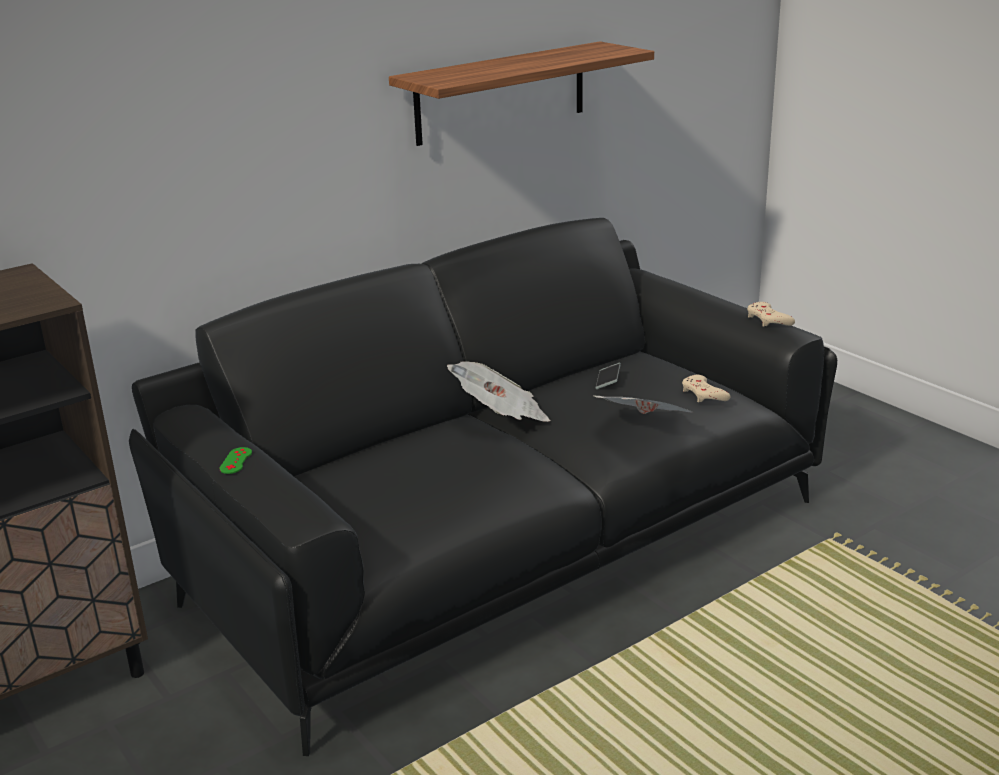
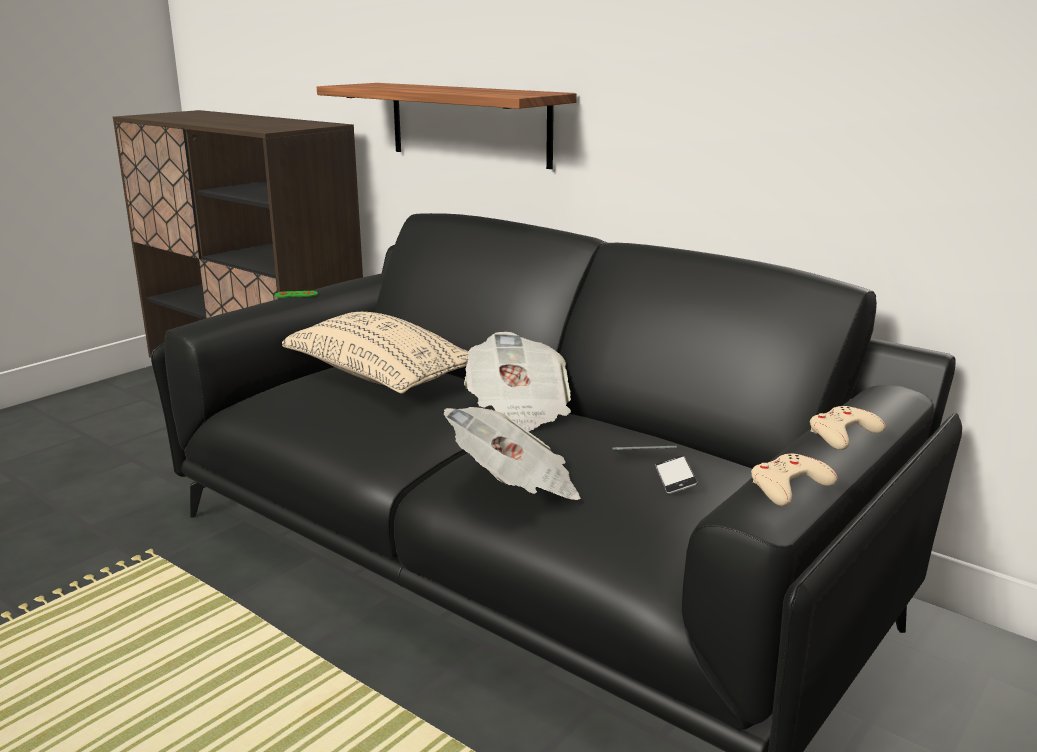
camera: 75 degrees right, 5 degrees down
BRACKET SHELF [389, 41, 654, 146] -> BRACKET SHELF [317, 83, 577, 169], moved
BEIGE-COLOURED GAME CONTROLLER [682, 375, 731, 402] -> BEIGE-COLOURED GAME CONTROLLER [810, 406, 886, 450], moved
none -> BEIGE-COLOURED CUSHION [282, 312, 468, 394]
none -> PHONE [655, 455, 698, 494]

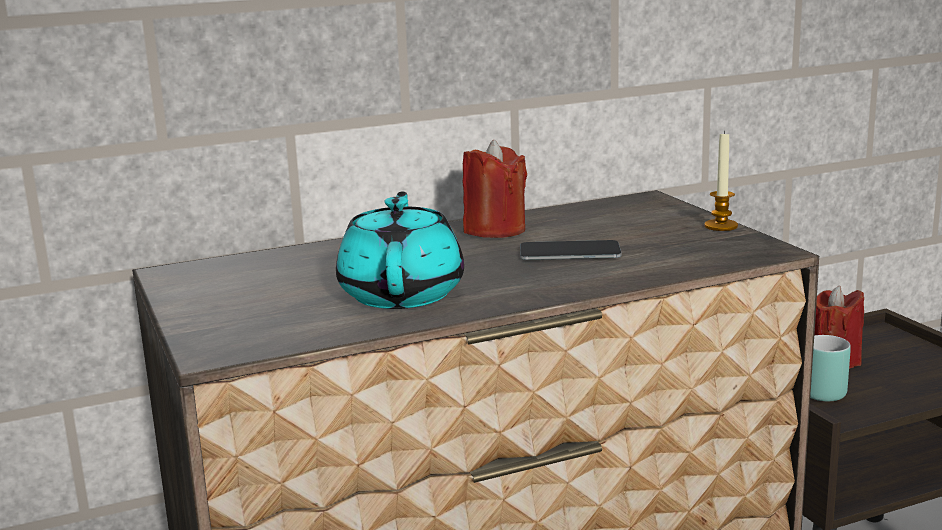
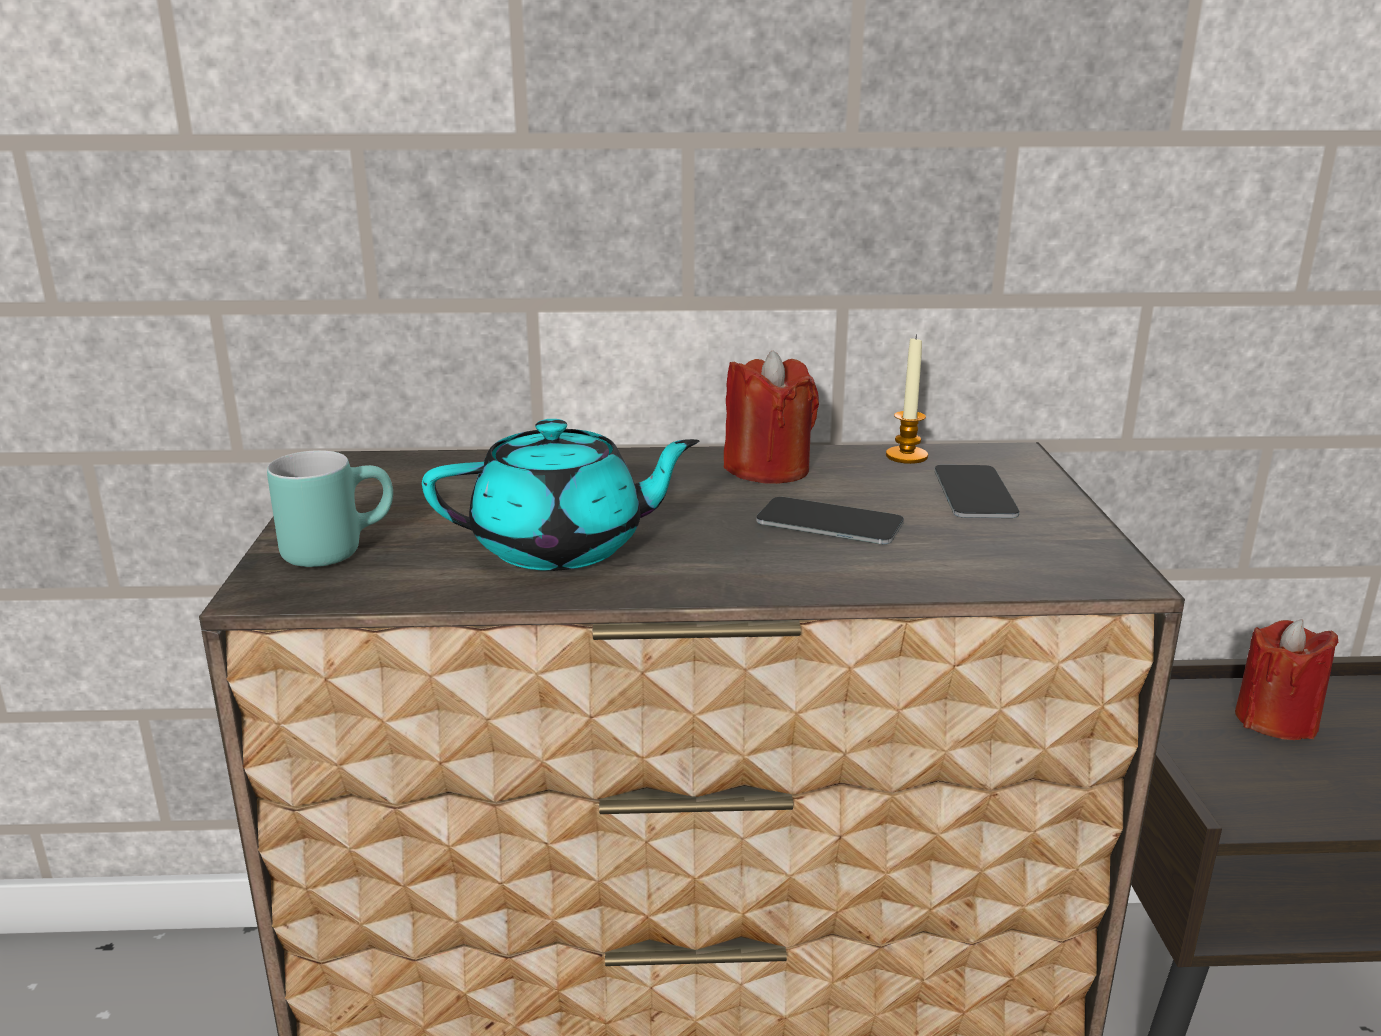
camera: 20 degrees right, 5 degrees up
TURQUOISE POT FOR TEA [336, 192, 464, 309] -> TURQUOISE POT FOR TEA [422, 419, 699, 571], 60 degrees clockwise
CANDLE [705, 130, 738, 231] -> CANDLE [886, 335, 928, 464], moved
TURQUOISE COFFEE MUG [810, 335, 851, 402] -> TURQUOISE COFFEE MUG [267, 450, 393, 567], moved
none -> PHONE [934, 465, 1020, 518]

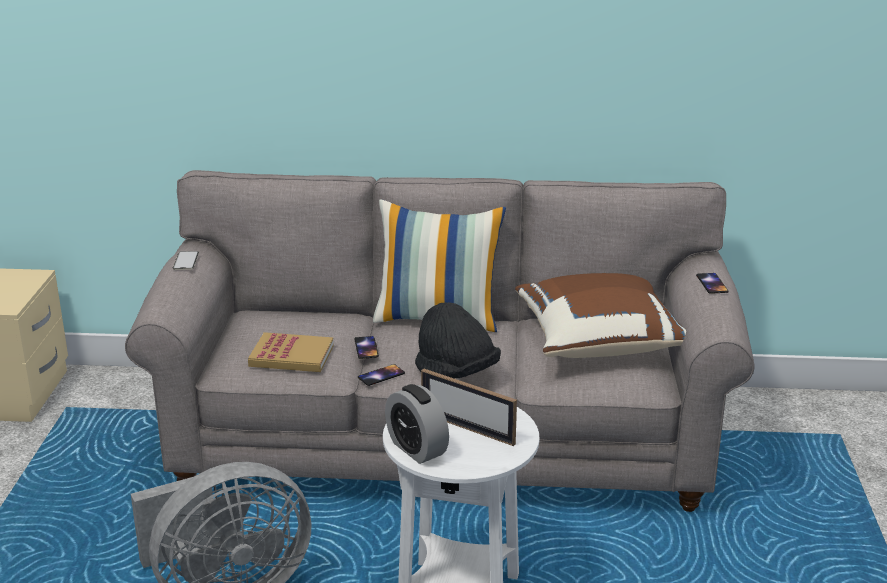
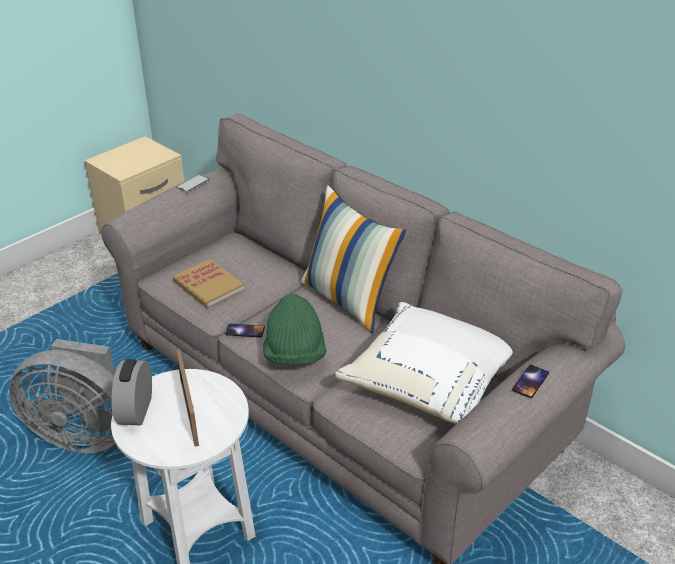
camera: 40 degrees right, 10 degrees up
PHONE [354, 336, 379, 359] -> none
BLACK HAT [415, 302, 501, 379] -> GREENISH HAT [263, 294, 327, 365]
BROWNISH CUSHION [515, 273, 686, 358] -> WHITISH CUSHION [335, 302, 513, 424]

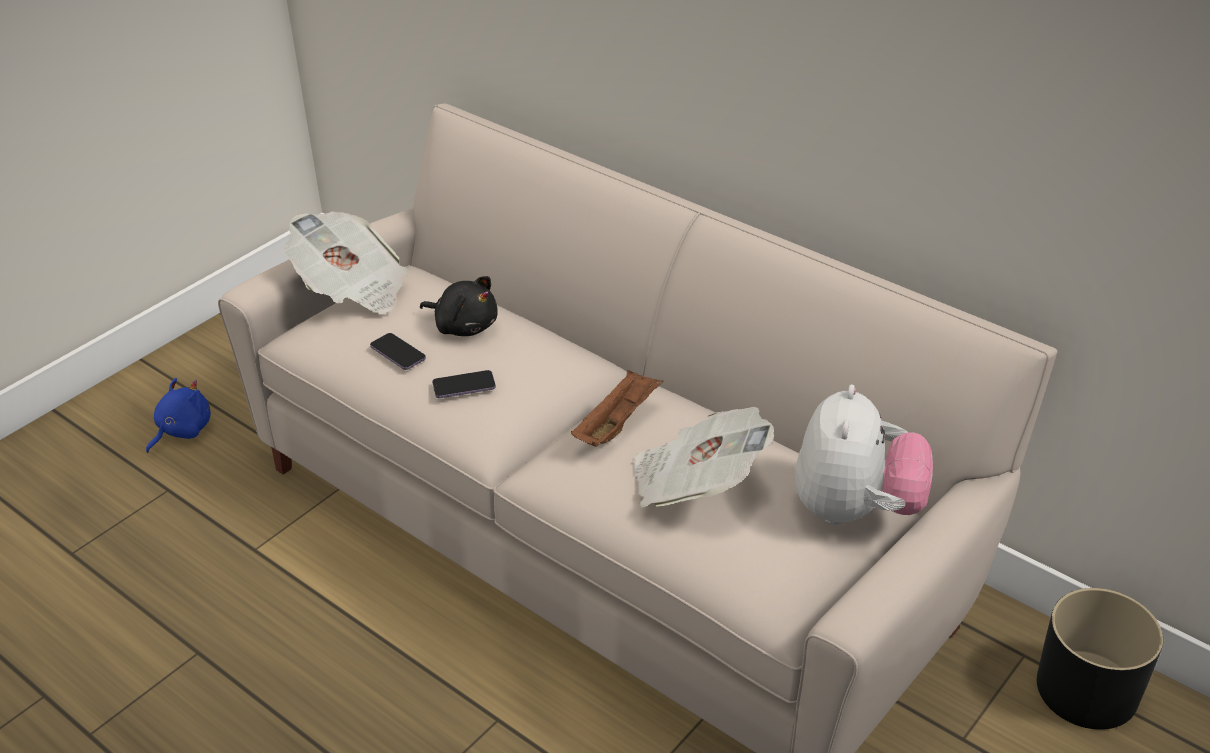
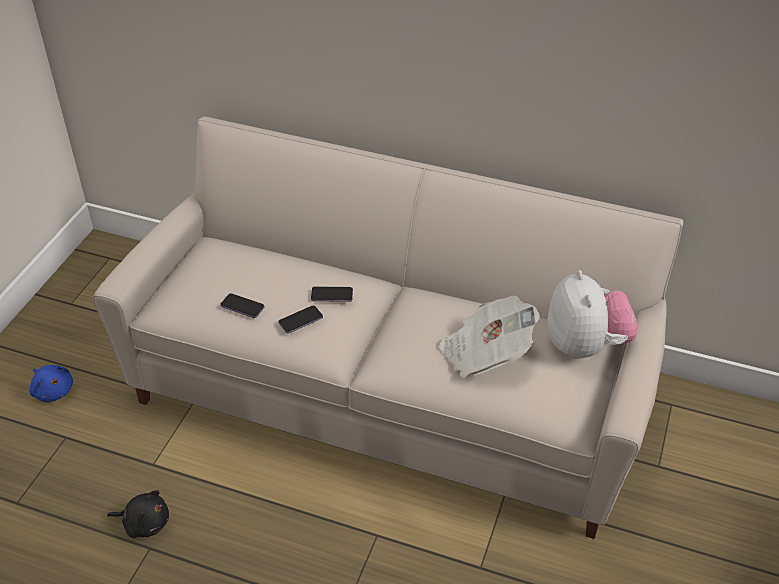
camera: 20 degrees left, 5 degrees up
BLUISH SOFT TOY [146, 378, 211, 453] -> BLUISH SOFT TOY [29, 365, 73, 402], 120 degrees clockwise
NEWSPAPER [284, 212, 408, 314] -> none
BLACK SOFT TOY [420, 276, 498, 336] -> BLACK SOFT TOY [107, 490, 169, 538], moved
BROWNISH SERVING TRAY [571, 370, 663, 447] -> none
BLACK PLANTER [1037, 588, 1163, 730] -> none
none -> PHONE [311, 286, 353, 302]

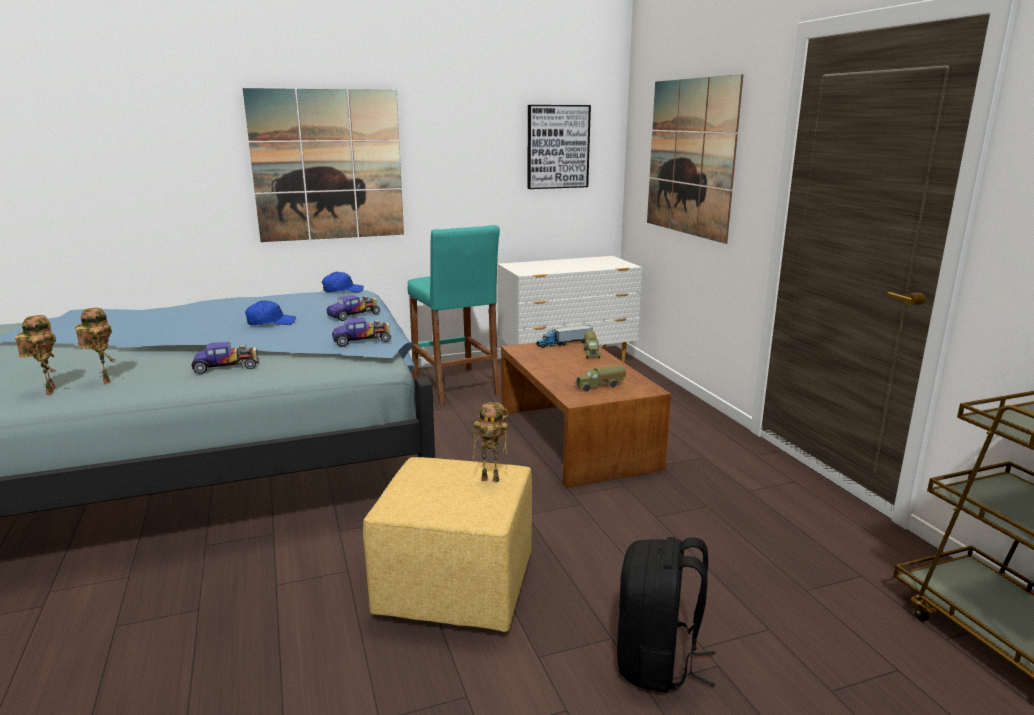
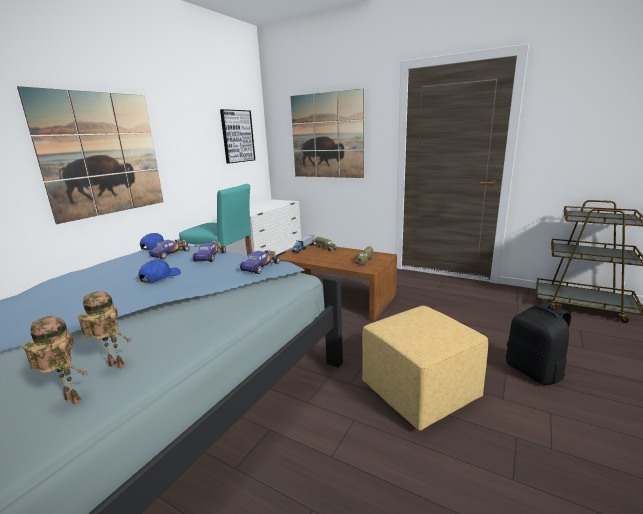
camera: 40 degrees left, 0 degrees up
MINIATURE CAR [191, 342, 259, 374] -> MINIATURE CAR [149, 239, 190, 259], moved
MODEL ROBOT [473, 402, 509, 482] -> none

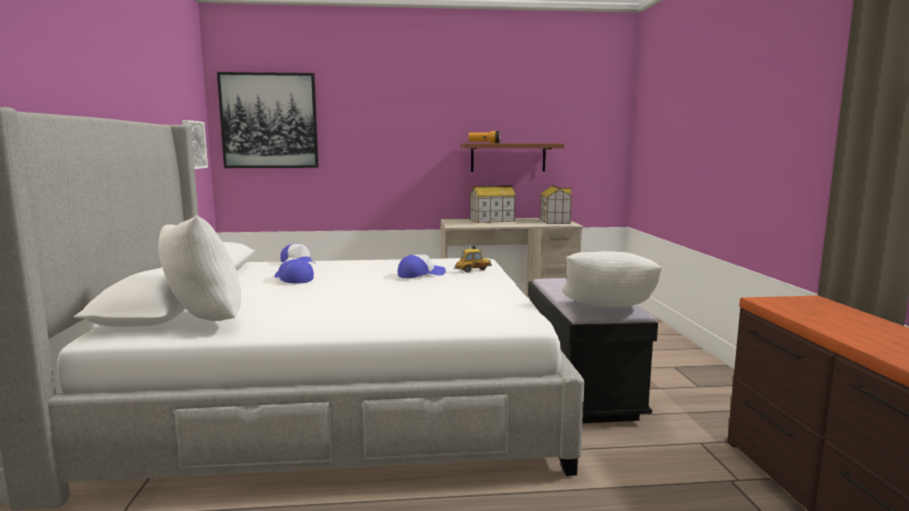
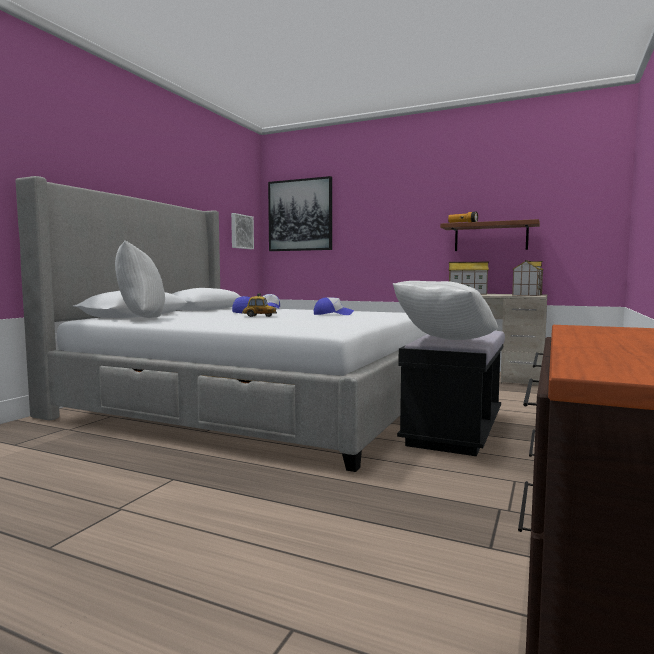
camera: 30 degrees right, 5 degrees down
MINIATURE CAR [454, 245, 492, 272] -> MINIATURE CAR [242, 293, 277, 317], moved

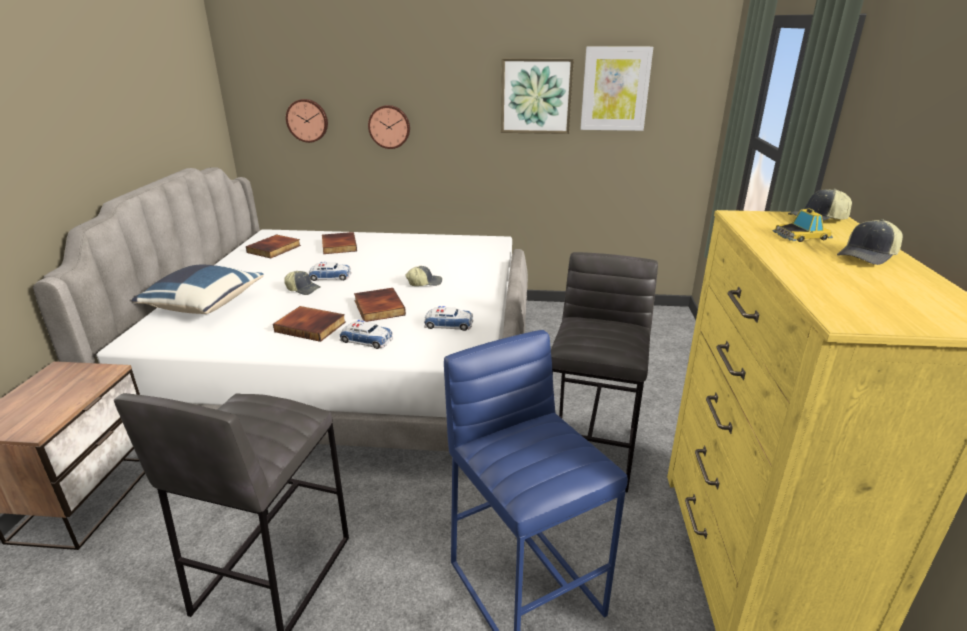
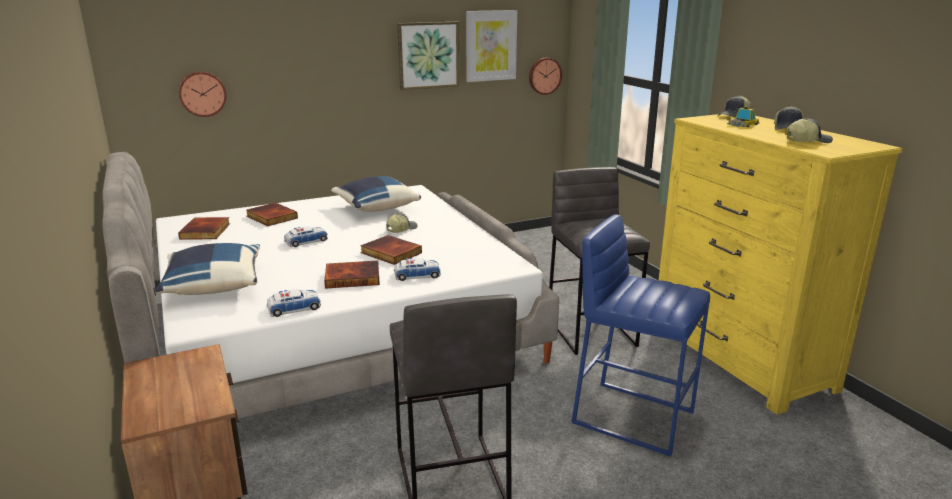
camera: 30 degrees left, 5 degrees down
CAP [284, 271, 321, 295] -> CAP [787, 118, 833, 143], moved
WALL CLOCK [368, 105, 410, 149] -> WALL CLOCK [529, 58, 562, 95], moved
MINIATURE CAR [424, 306, 473, 331] -> MINIATURE CAR [267, 289, 321, 317], moved
none -> BLUISH CUSHION [331, 176, 421, 212]

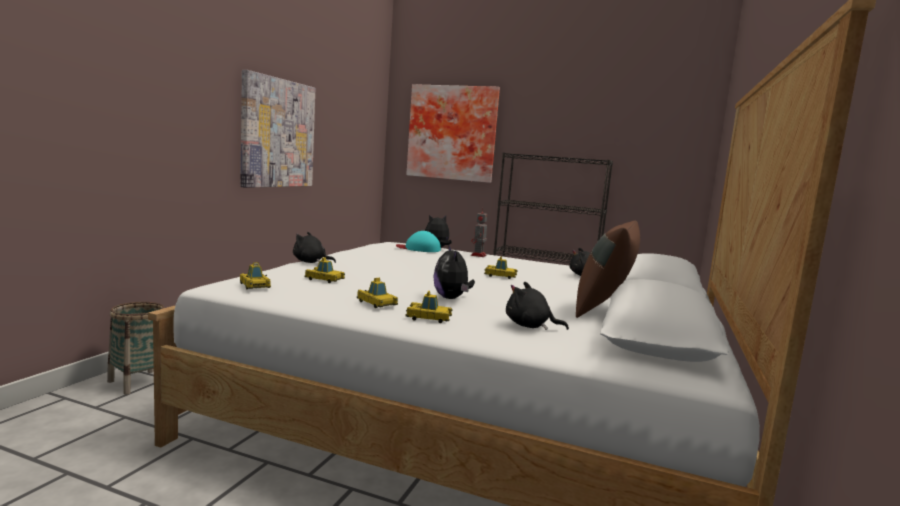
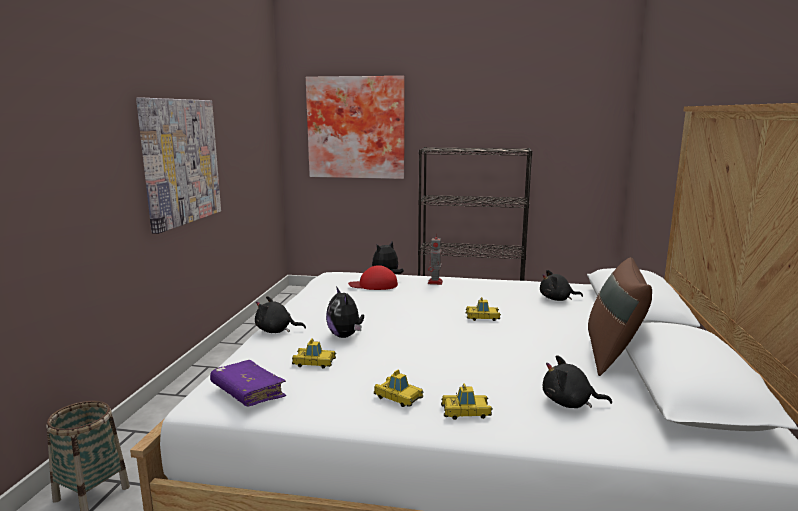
camera: 10 degrees left, 5 degrees up
MINIATURE CAR [240, 262, 271, 289] -> PURPLISH VOLUME [210, 360, 286, 406]
TURQUOISE CAP [396, 231, 441, 252] -> REDDISH CAP [348, 265, 398, 290]
SOFT TOY [433, 244, 475, 299] -> SOFT TOY [326, 286, 364, 338], moved

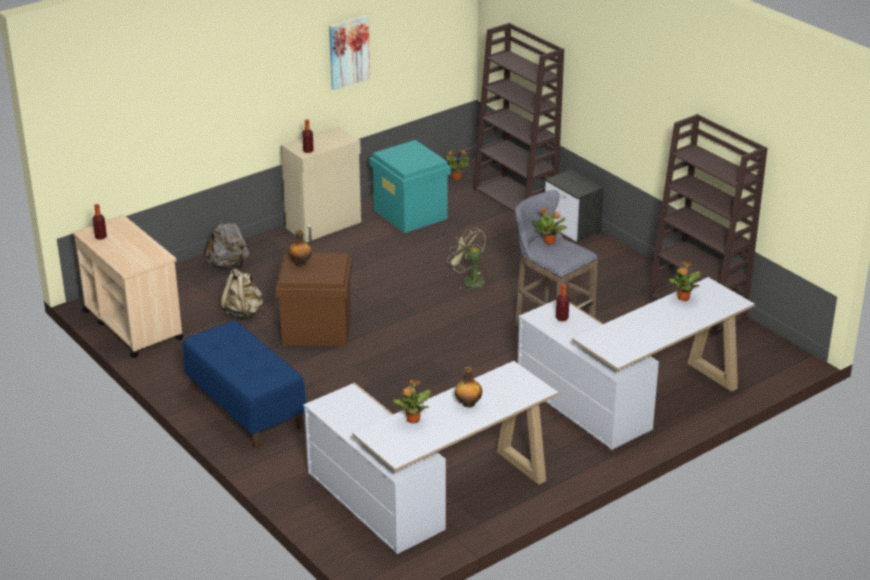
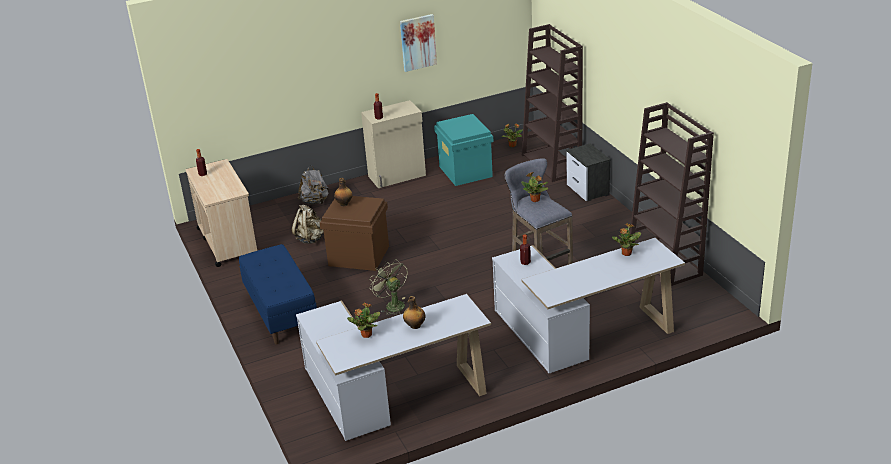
camera: 15 degrees right, 0 degrees up
GREENISH COOLING FAN [447, 227, 486, 291] -> GREENISH COOLING FAN [369, 259, 408, 315], moved

